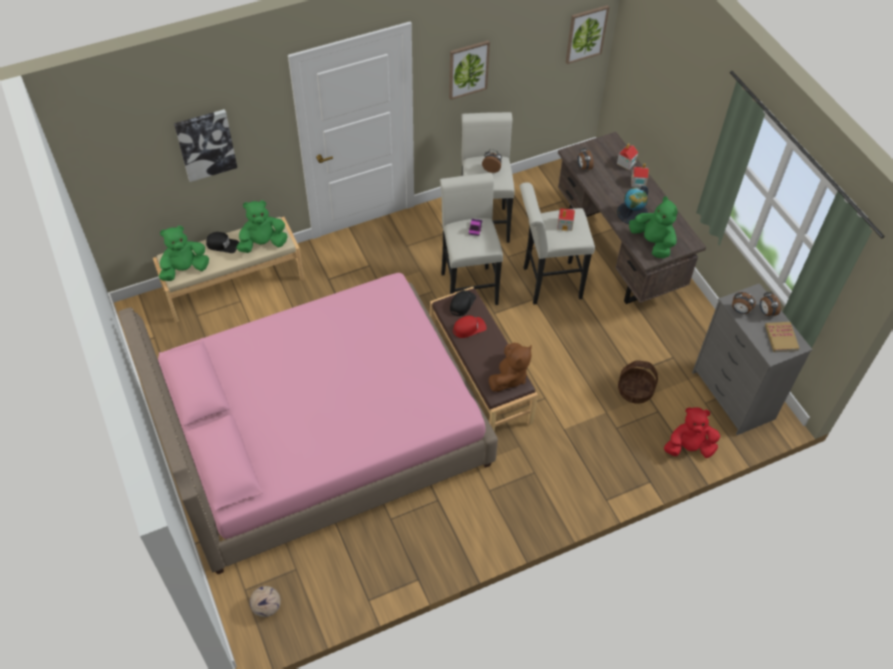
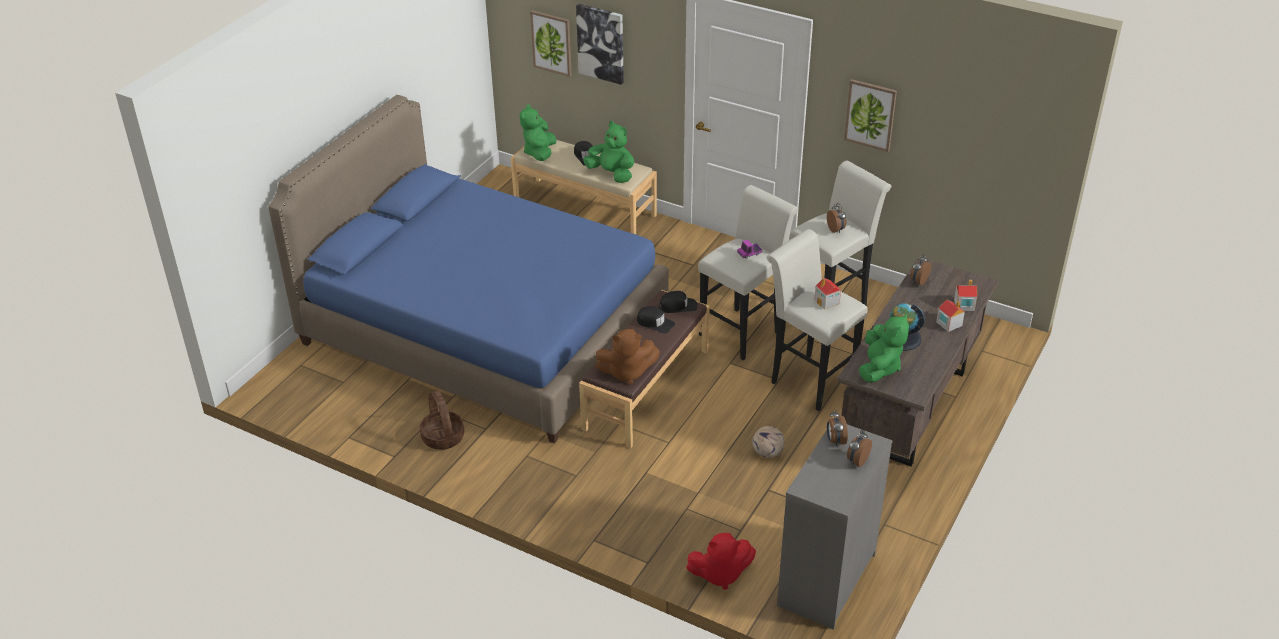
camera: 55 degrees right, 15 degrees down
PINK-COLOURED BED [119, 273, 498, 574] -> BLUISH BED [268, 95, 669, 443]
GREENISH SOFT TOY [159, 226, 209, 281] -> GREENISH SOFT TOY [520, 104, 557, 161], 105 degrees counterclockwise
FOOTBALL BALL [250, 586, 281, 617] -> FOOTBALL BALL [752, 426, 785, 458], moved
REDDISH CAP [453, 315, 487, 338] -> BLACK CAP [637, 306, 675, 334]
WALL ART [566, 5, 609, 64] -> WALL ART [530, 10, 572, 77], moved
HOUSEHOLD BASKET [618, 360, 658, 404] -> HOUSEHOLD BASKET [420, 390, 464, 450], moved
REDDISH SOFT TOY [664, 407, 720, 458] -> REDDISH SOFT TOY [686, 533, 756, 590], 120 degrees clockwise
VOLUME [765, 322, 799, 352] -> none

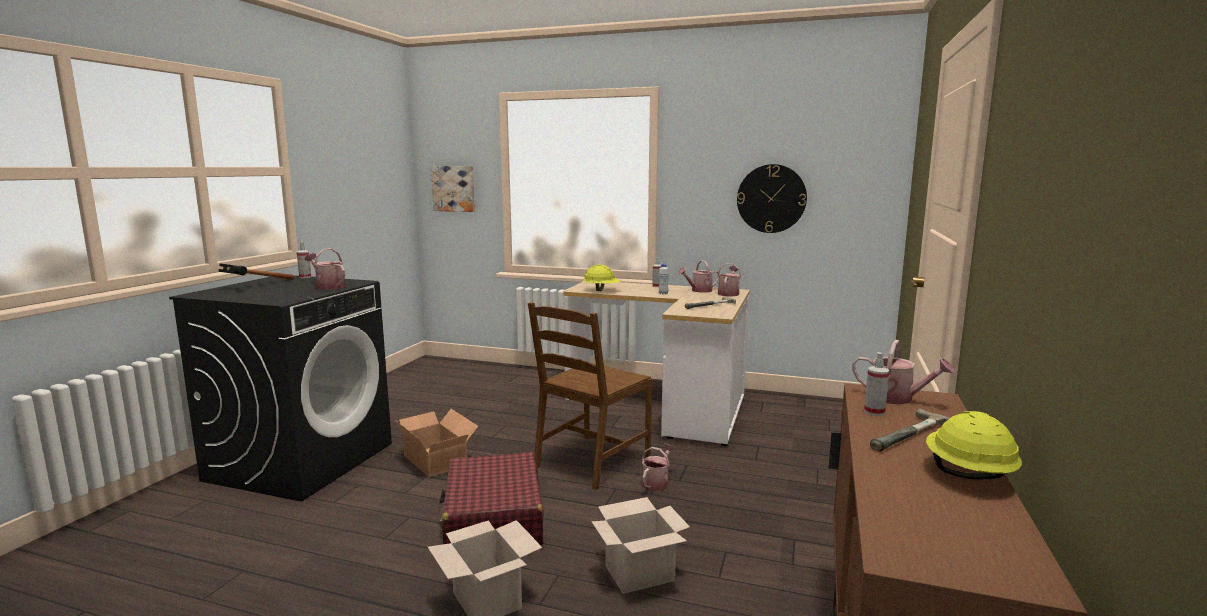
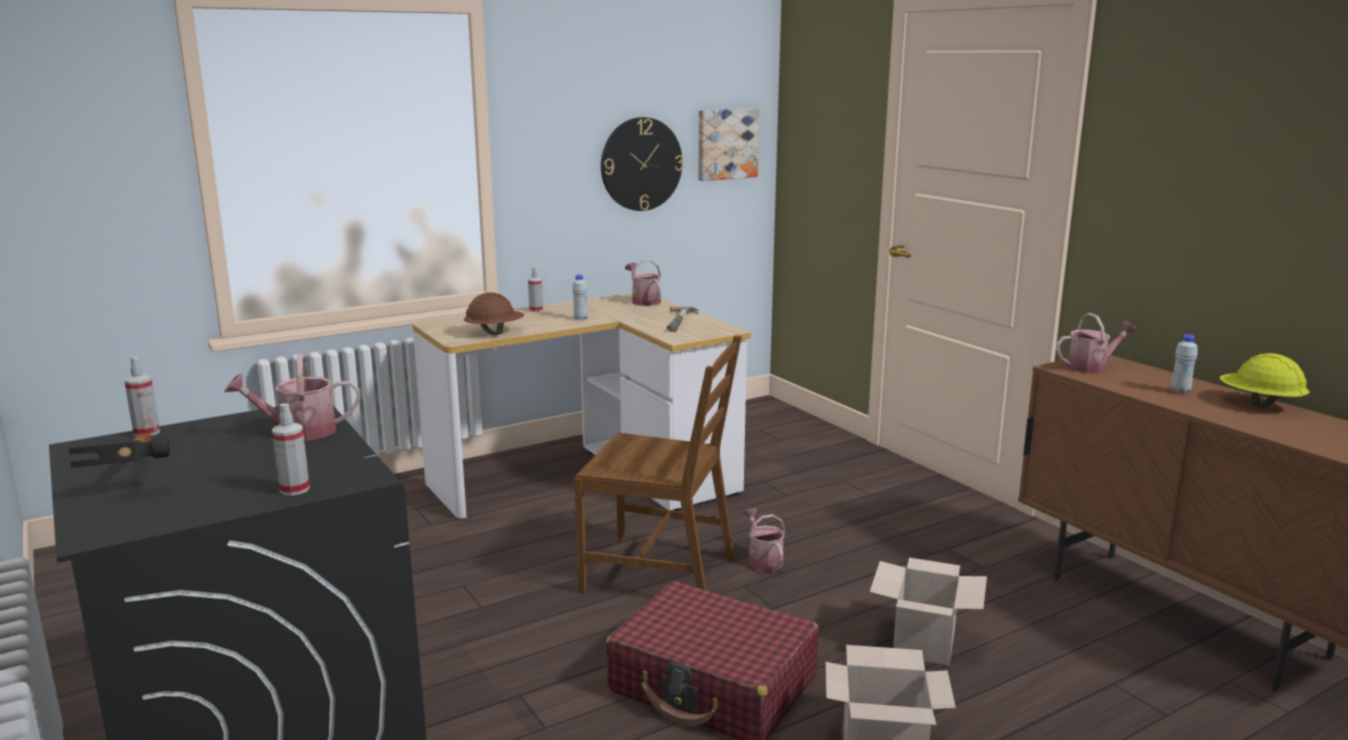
camera: 50 degrees left, 5 degrees up
CARTON [394, 409, 478, 477] -> none
WALL ART [431, 166, 475, 212] -> WALL ART [699, 108, 759, 181], moved
BROWNISH UPRIGHT CHAIR [528, 302, 652, 490] -> BROWNISH UPRIGHT CHAIR [574, 335, 742, 594], 60 degrees counterclockwise
YELLOWISH SAFETY HELMET [583, 265, 621, 291] -> BROWNISH SAFETY HELMET [464, 292, 524, 335]
WATERING CAN [678, 260, 719, 293] -> none
HAND SPRAYER [864, 352, 889, 416] -> HAND SPRAYER [272, 404, 310, 496], moved
HAMMER [870, 409, 950, 452] -> WHITISH DRINK BOTTLE [1171, 334, 1198, 394]

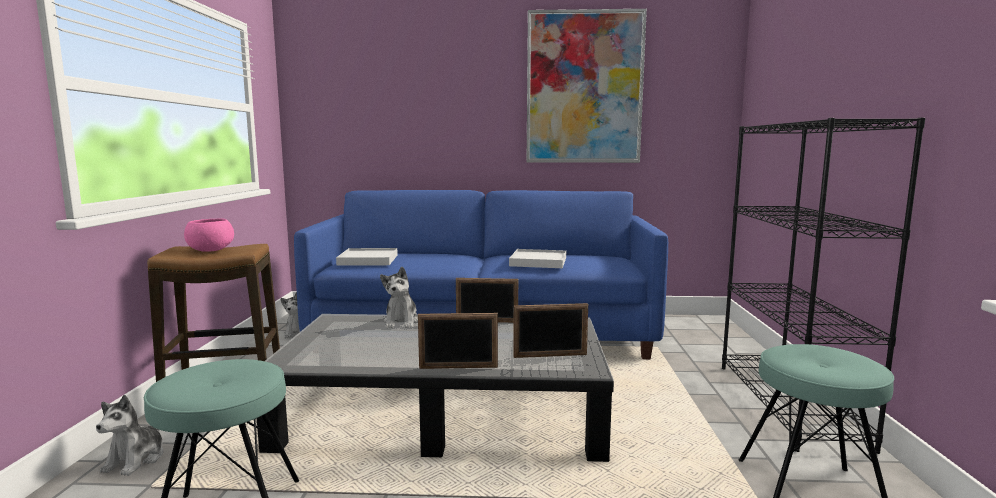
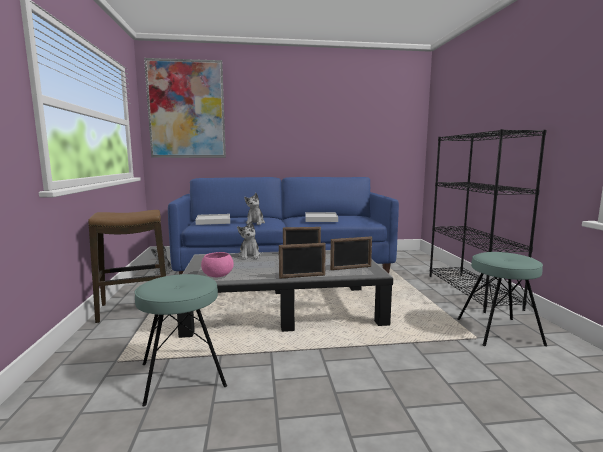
camera: 10 degrees left, 0 degrees up
SOFT TOY [96, 395, 163, 476] -> SOFT TOY [244, 193, 265, 225], moved
PINK-COLOURED SERVING BOWL [184, 218, 234, 252] -> PINK-COLOURED SERVING BOWL [201, 252, 234, 277], moved
WALL ART [527, 9, 647, 163] -> WALL ART [144, 58, 226, 158], moved

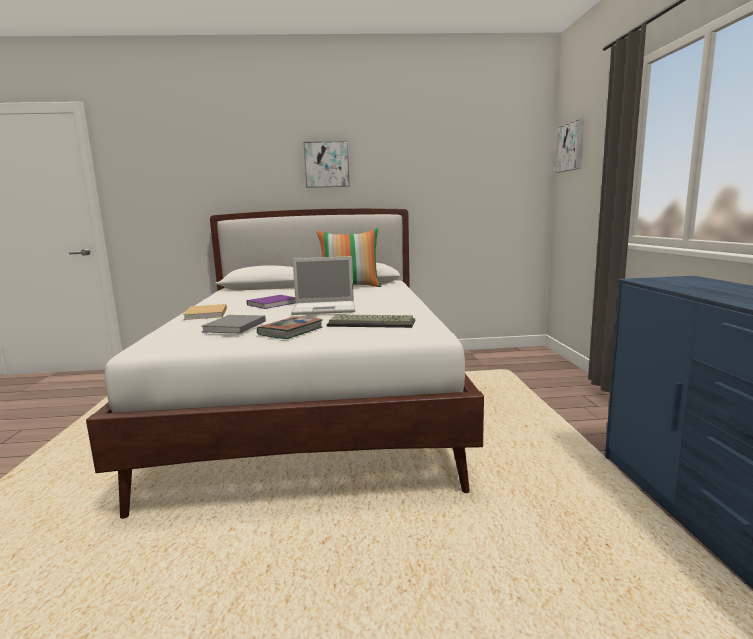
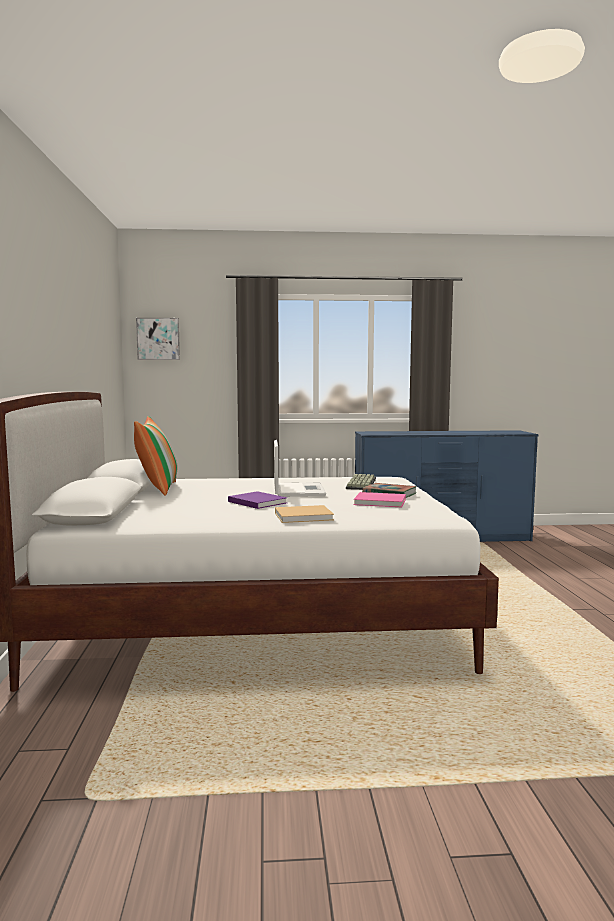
camera: 90 degrees left, 5 degrees down
GRAY VOLUME [201, 315, 266, 334] -> PINK-COLOURED VOLUME [354, 492, 406, 507]
WALL ART [303, 141, 350, 188] -> none

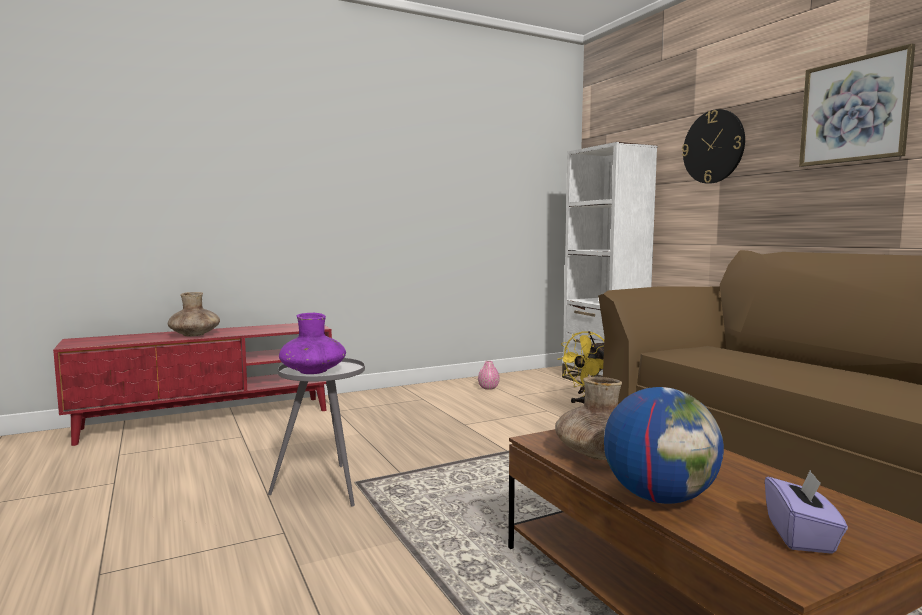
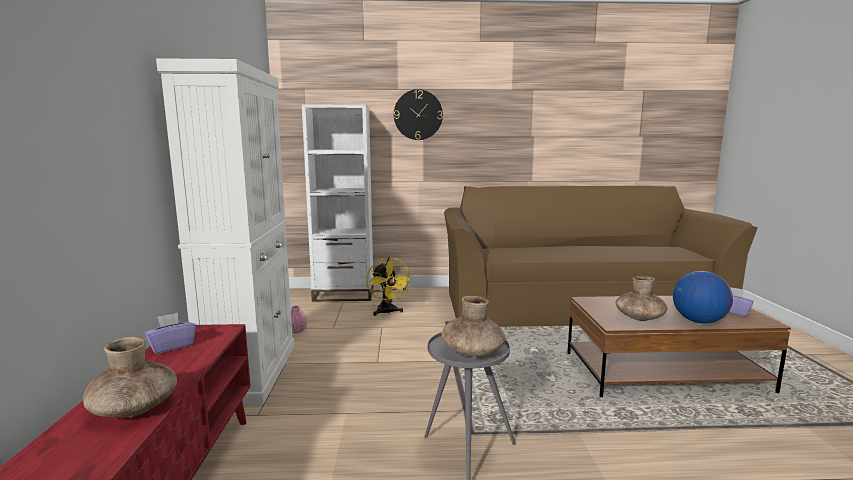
camera: 65 degrees left, 5 degrees up
PURPLISH VASE [279, 313, 346, 374] -> BROWNISH VASE [442, 296, 506, 357]
WALL ART [799, 43, 915, 167] -> none
none -> PURPLISH TISSUE HOLDER [144, 313, 196, 354]
none -> WHITISH CUPBOARD [156, 58, 294, 405]

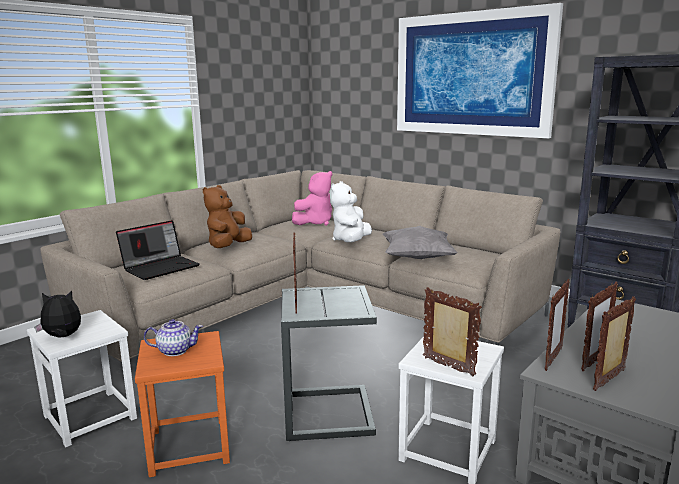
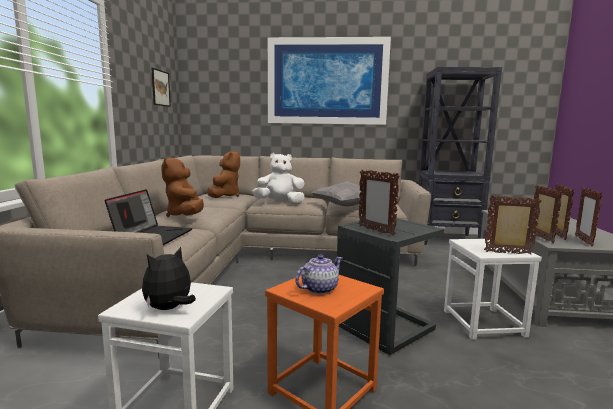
camera: 35 degrees left, 5 degrees down
PINK-COLOURED SOFT TOY [292, 171, 332, 226] -> BROWNISH SOFT TOY [207, 151, 240, 198]
WHITISH SOFT TOY [330, 181, 372, 242] -> WHITISH SOFT TOY [252, 153, 305, 204], 105 degrees clockwise
none -> WALL ART [152, 68, 171, 107]

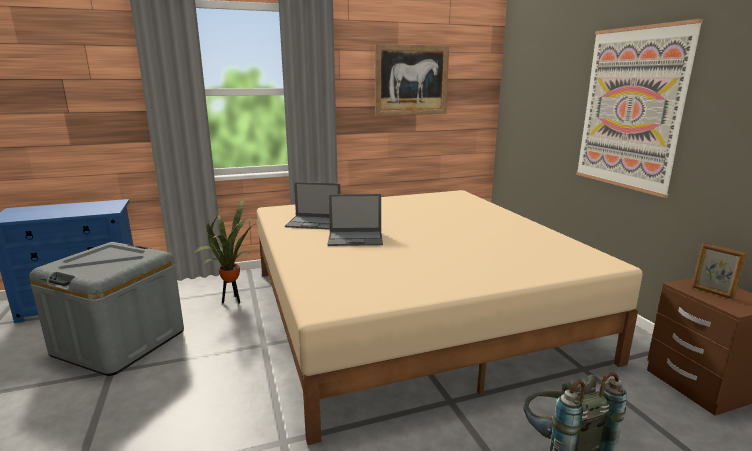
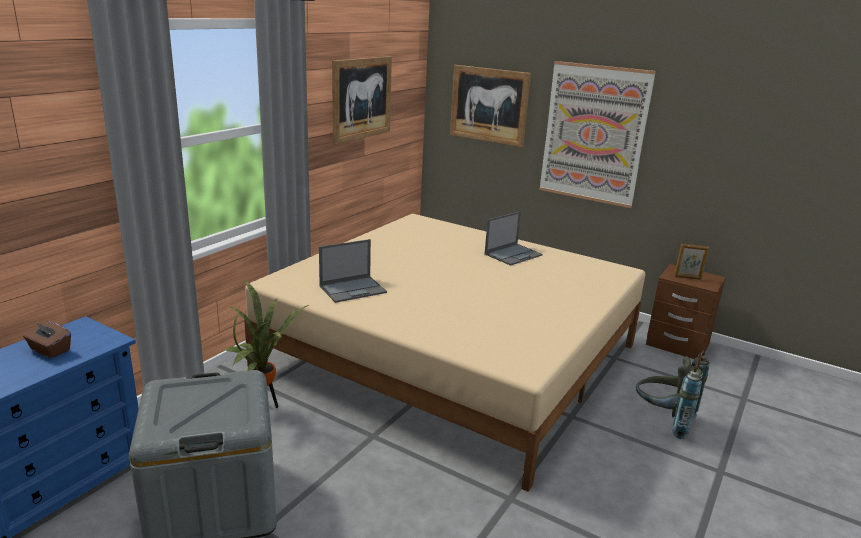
camera: 40 degrees left, 5 degrees up
NOTEBOOK COMPUTER [328, 194, 383, 246] -> NOTEBOOK COMPUTER [485, 212, 543, 266], moved
none -> BROWNISH TISSUE HOLDER [23, 321, 71, 358]
none -> WALL ART [450, 65, 531, 147]

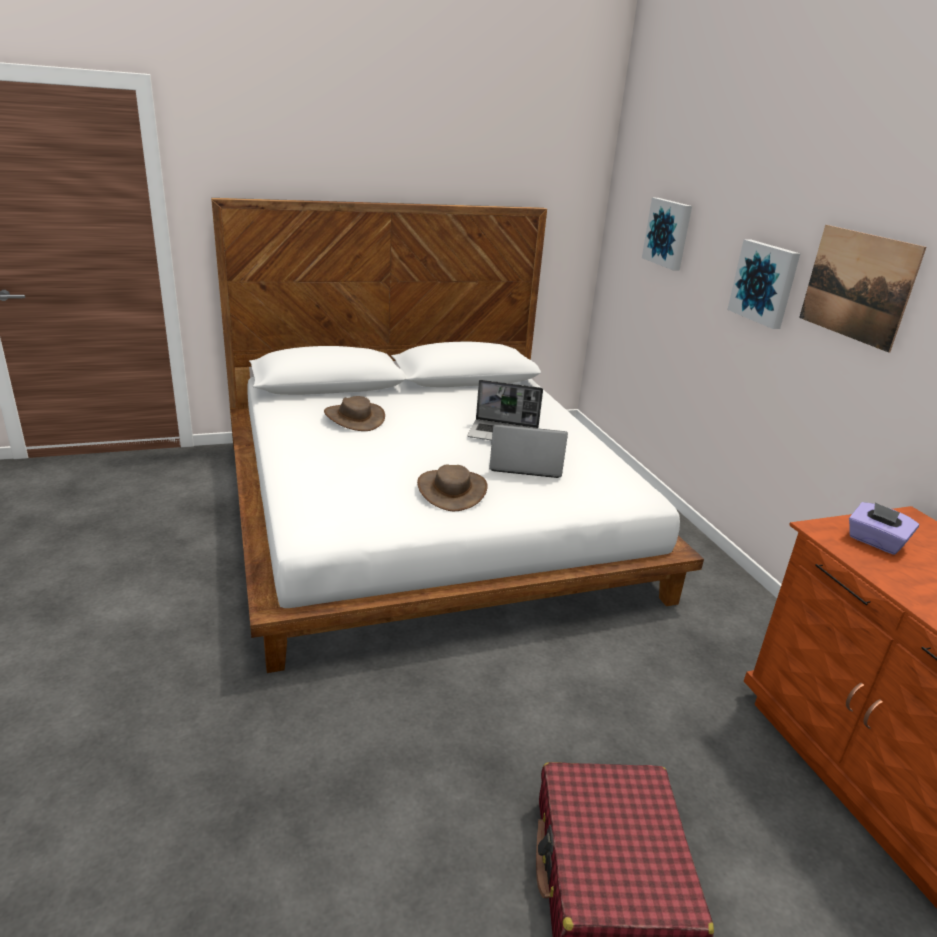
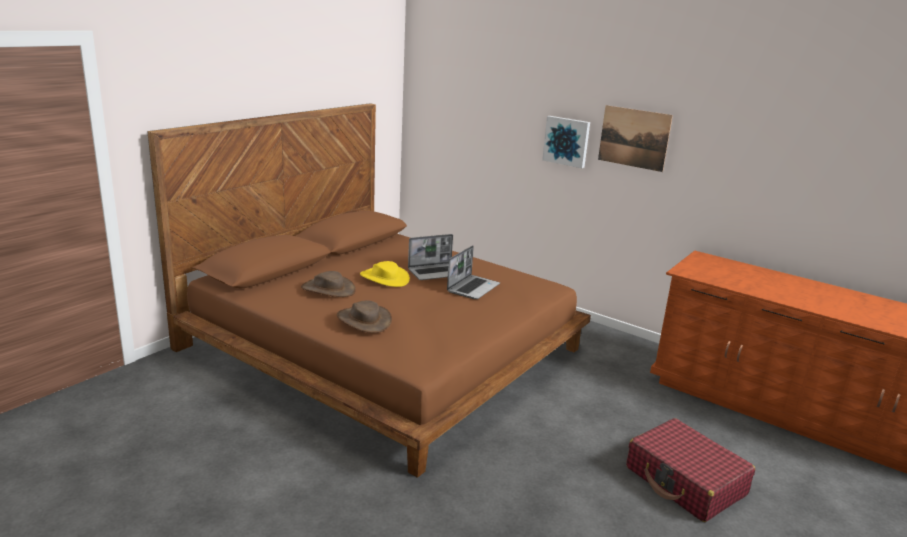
camera: 35 degrees left, 5 degrees down
WHITISH BED [211, 198, 704, 673] -> BROWNISH BED [147, 103, 591, 478]
BROWNISH HAT [417, 464, 487, 511] -> BROWNISH HAT [337, 300, 392, 333], moved
NOTEBOOK COMPUTER [489, 424, 568, 478] -> NOTEBOOK COMPUTER [447, 245, 500, 299], 150 degrees clockwise
WALL ART [642, 198, 692, 270] -> none
PURPLISH TISSUE HOLDER [849, 502, 919, 555] -> none
none -> YELLOWISH HAT [360, 261, 410, 287]

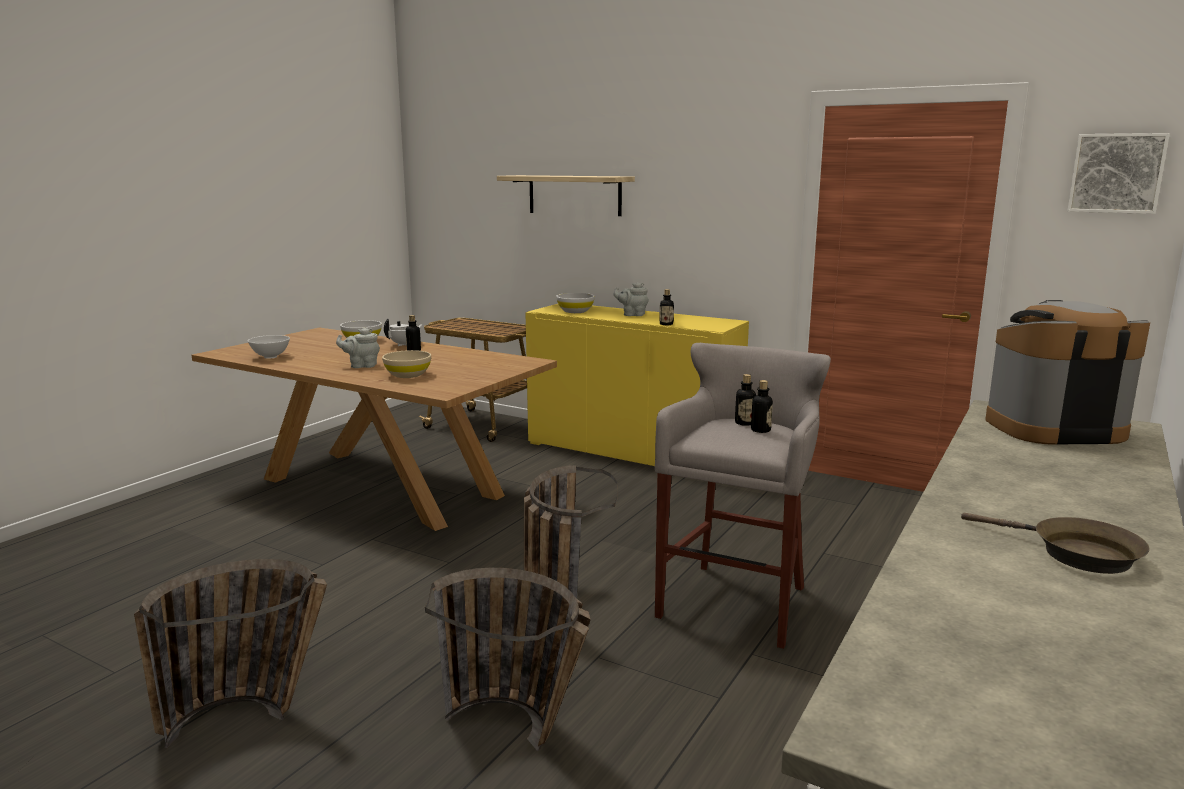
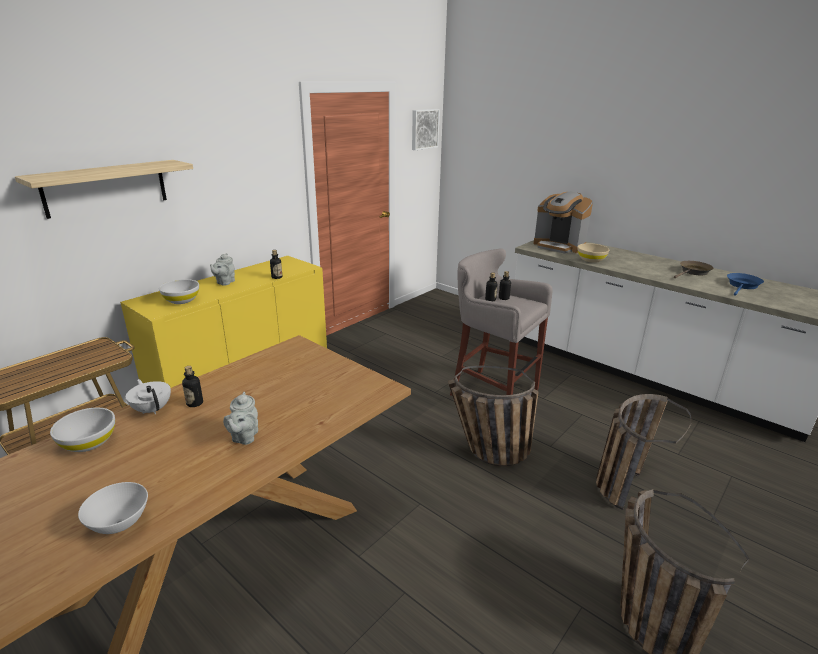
camera: 80 degrees left, 10 degrees up
BEIGE-COLOURED SERVING BOWL [382, 350, 431, 378] -> BEIGE-COLOURED SERVING BOWL [577, 243, 609, 263], moved
COFFEE BREWER [985, 300, 1150, 444] -> COFFEE BREWER [534, 192, 593, 254], 60 degrees counterclockwise
none -> BLUISH FRYING PAN [727, 273, 764, 296]

